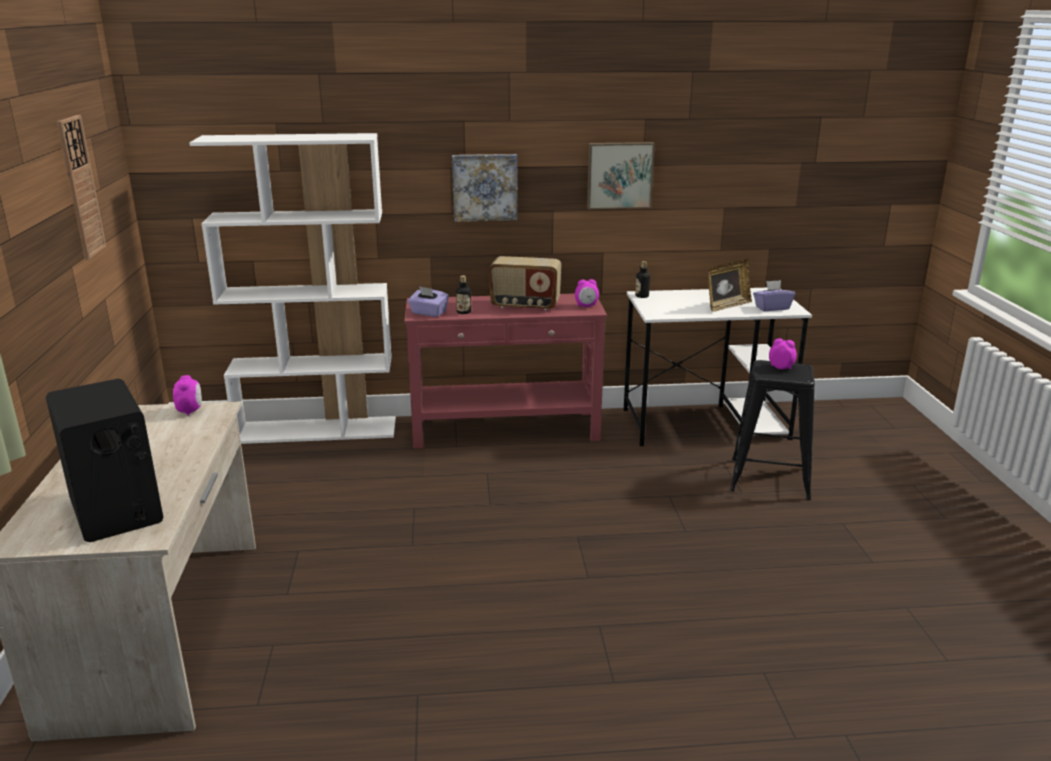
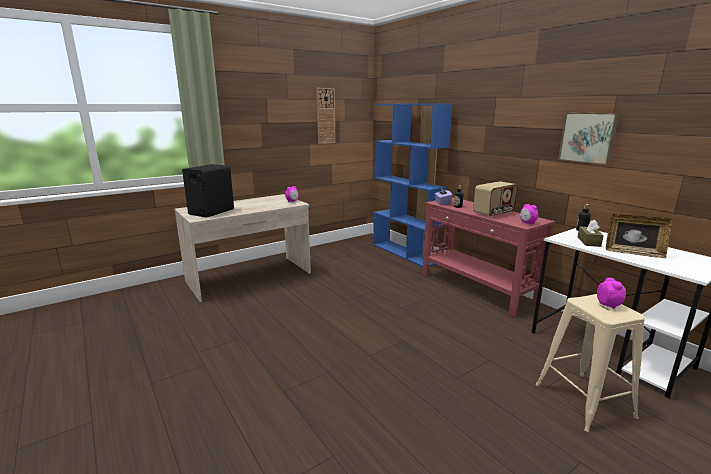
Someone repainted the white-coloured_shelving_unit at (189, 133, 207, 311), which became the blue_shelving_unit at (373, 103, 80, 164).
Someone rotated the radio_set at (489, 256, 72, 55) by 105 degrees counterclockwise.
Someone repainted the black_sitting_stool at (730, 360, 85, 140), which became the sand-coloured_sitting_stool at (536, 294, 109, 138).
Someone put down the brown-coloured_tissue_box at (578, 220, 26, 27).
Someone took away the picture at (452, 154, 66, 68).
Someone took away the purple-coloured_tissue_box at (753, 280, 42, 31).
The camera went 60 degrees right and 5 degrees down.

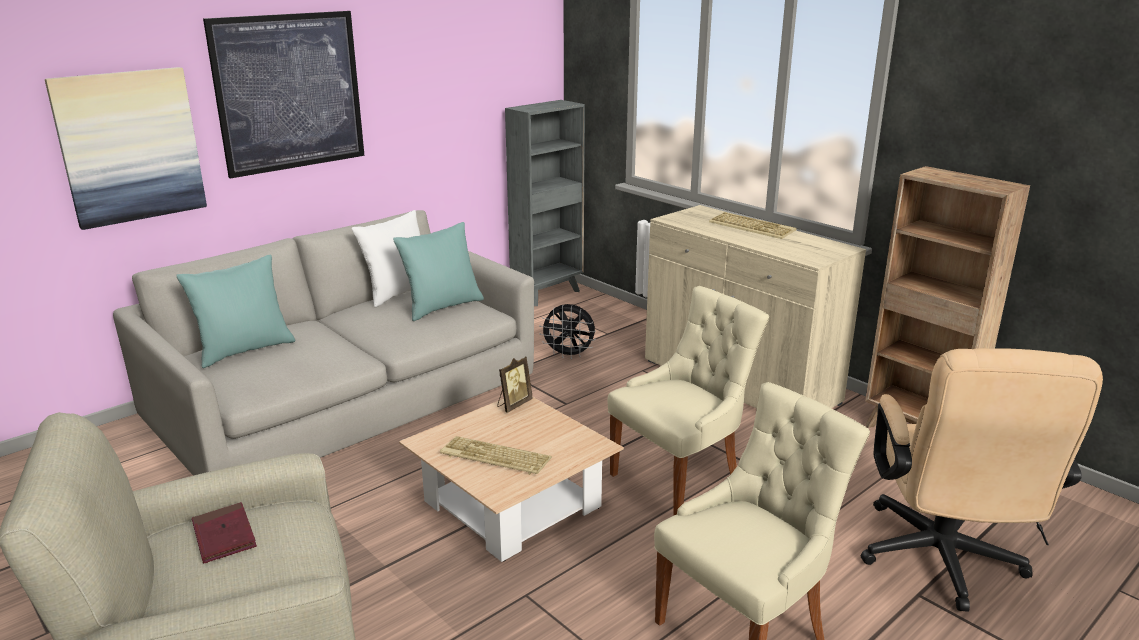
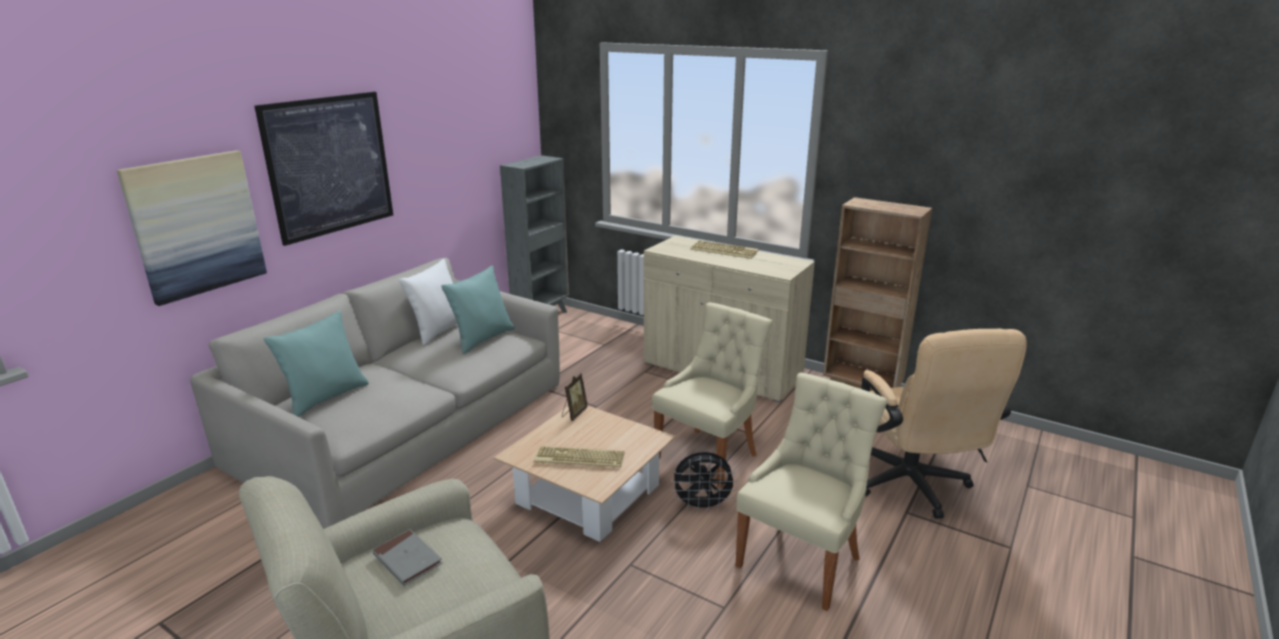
Someone repainted the red_bound_book at (192, 502, 65, 61), which became the greyish_bound_book at (372, 529, 71, 57).
Someone carried the black_electric_fan from (539, 304, 57, 55) to (671, 452, 67, 60).
The camera went 15 degrees left and 0 degrees up.

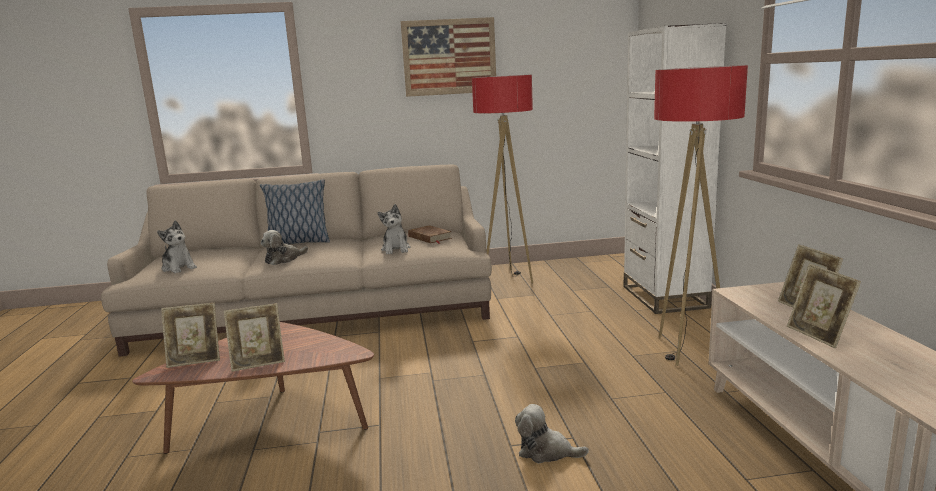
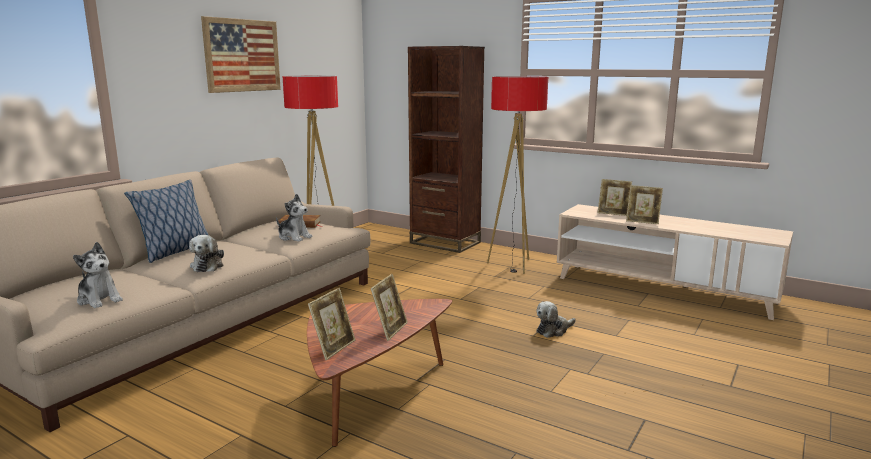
Someone rotated the cuddly_toy at (157, 220, 40, 53) by 45 degrees clockwise.
Someone repainted the white-coloured_shelving_unit at (624, 23, 103, 291), which became the brown-coloured_shelving_unit at (408, 46, 77, 207).
The camera went 50 degrees left and 0 degrees up.

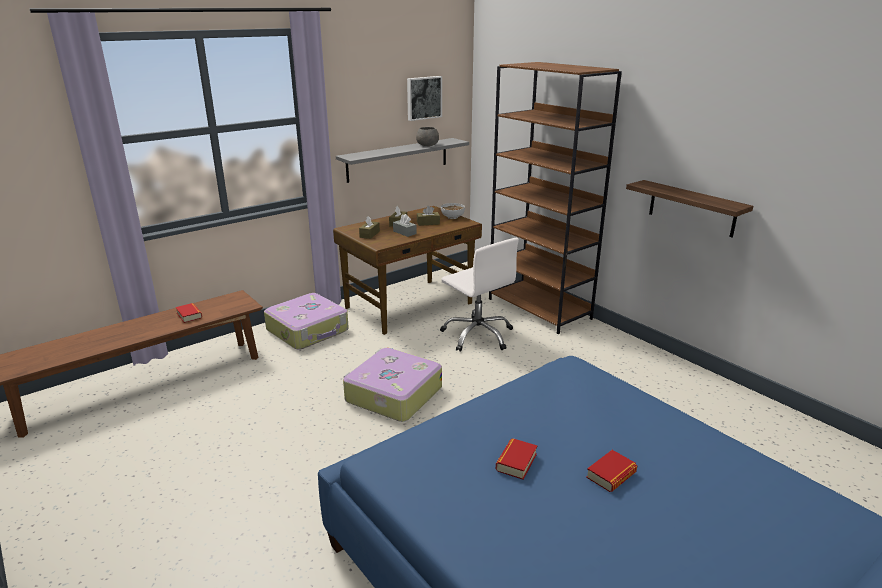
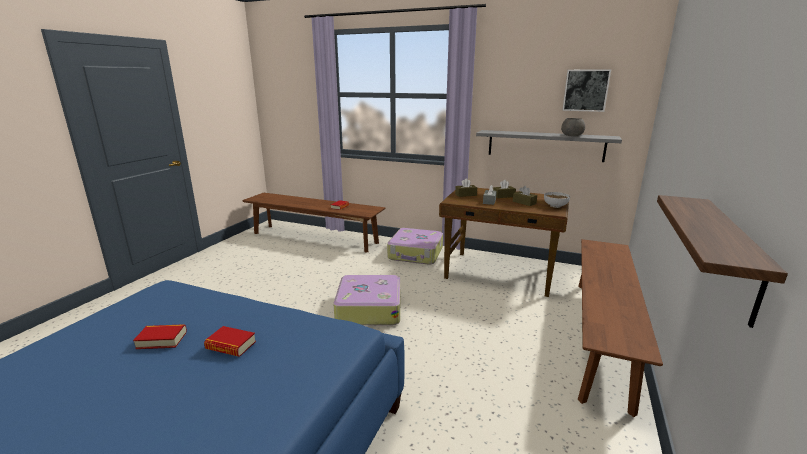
Someone carried the bound_book from (586, 450, 51, 42) to (204, 326, 52, 31).
Someone swapped the brown-coloured_shelving_unit at (489, 62, 133, 272) for the brown-coloured_long_seat at (578, 239, 85, 178).
Someone took away the white-coloured_computer_chair at (440, 238, 79, 114).
The camera went 60 degrees right and 5 degrees down.

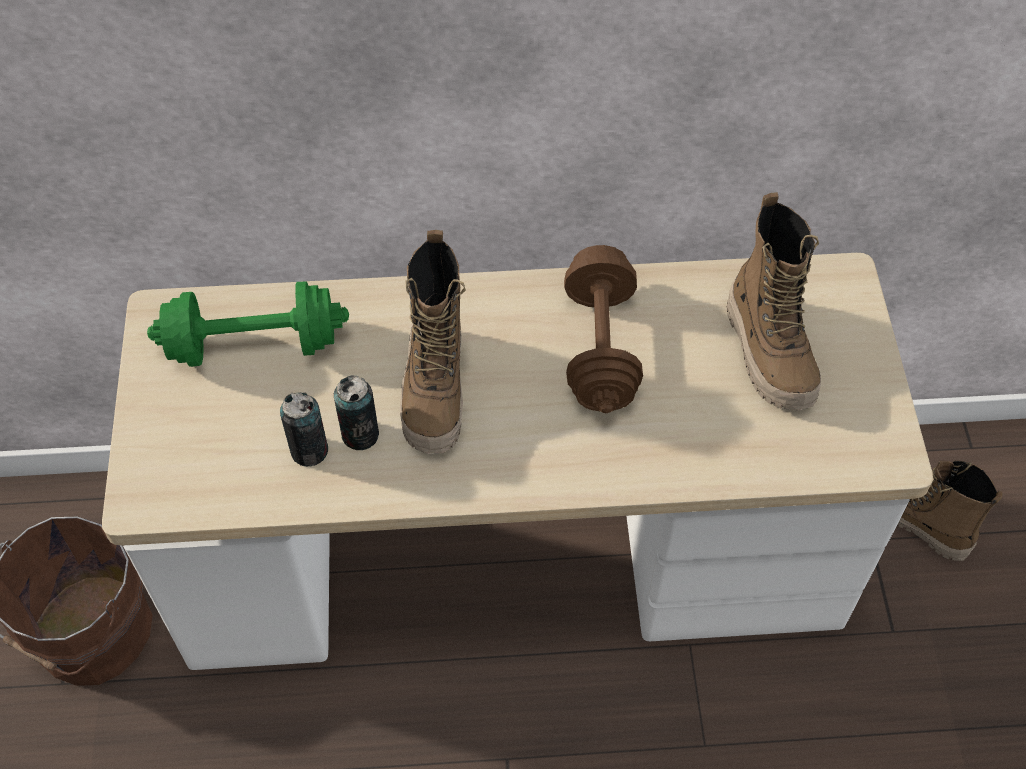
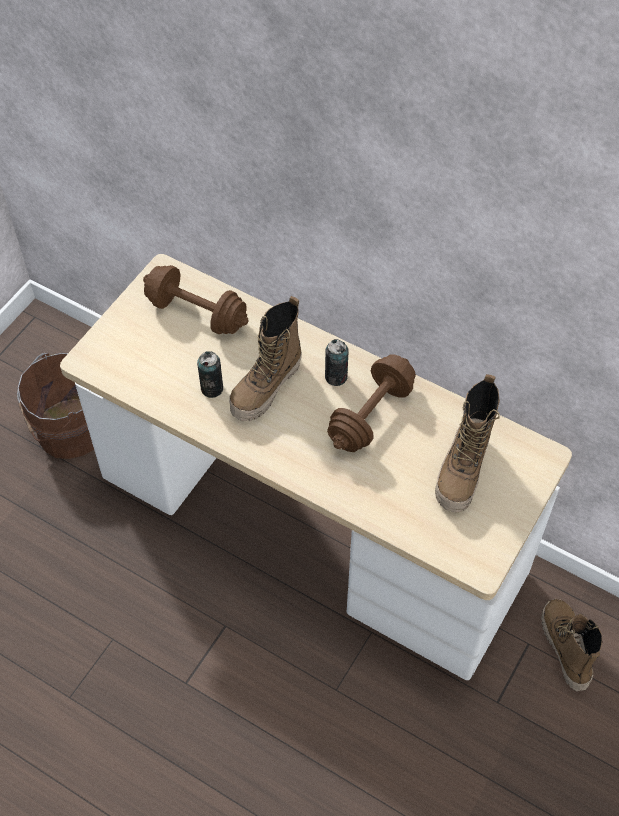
Someone repainted the green_free_weight at (147, 281, 202, 86), which became the brown-coloured_free_weight at (143, 265, 105, 69).
Someone carried the sealed_can from (280, 392, 48, 75) to (325, 339, 24, 47).
The camera went 35 degrees right and 0 degrees up.

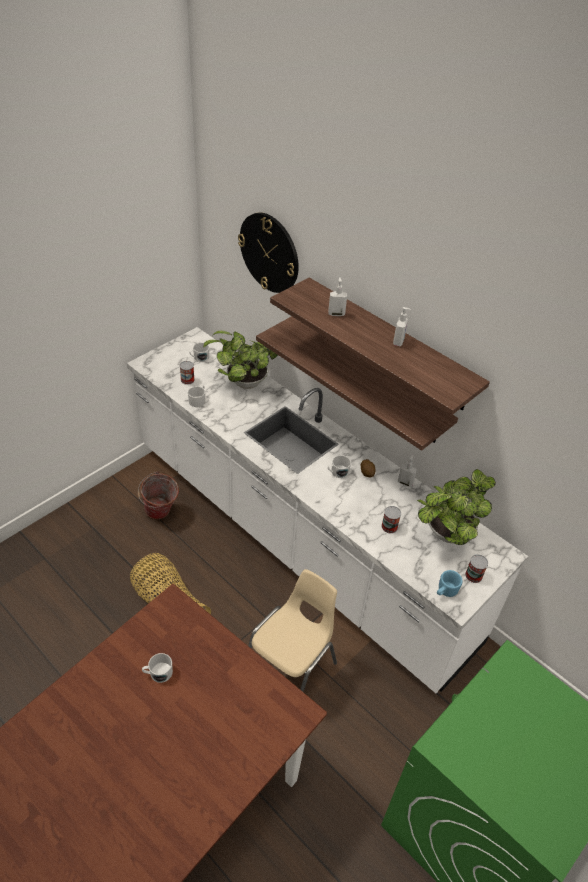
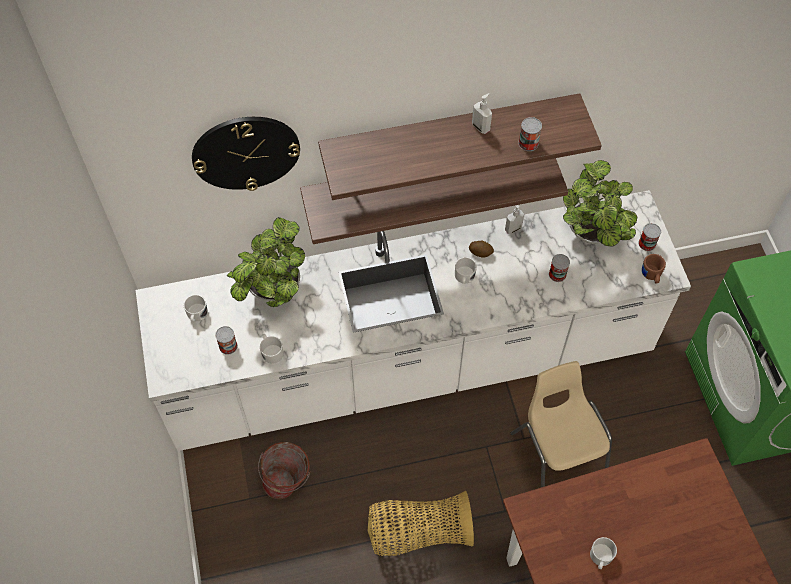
Someone put down the sealed_can at (518, 117, 24, 34).
Someone repainted the blue_coffee_mug at (437, 570, 26, 27), which became the brown-coloured_coffee_mug at (642, 254, 24, 30).
Someone took away the soap_dispenser at (328, 278, 19, 38).
The camera went 55 degrees left and 15 degrees up.

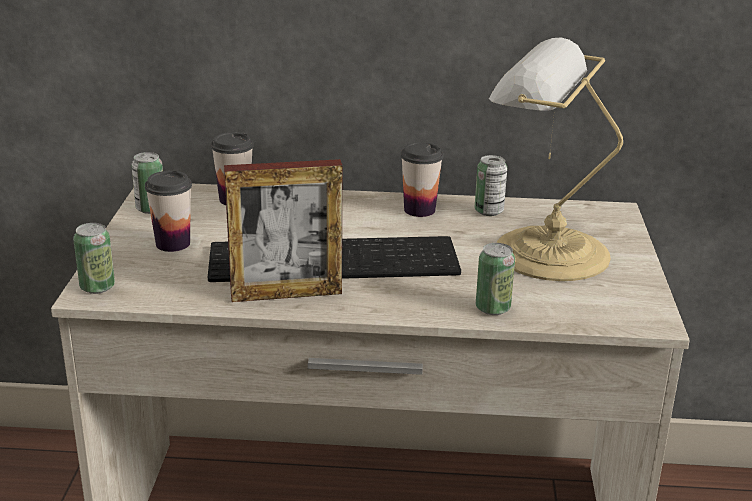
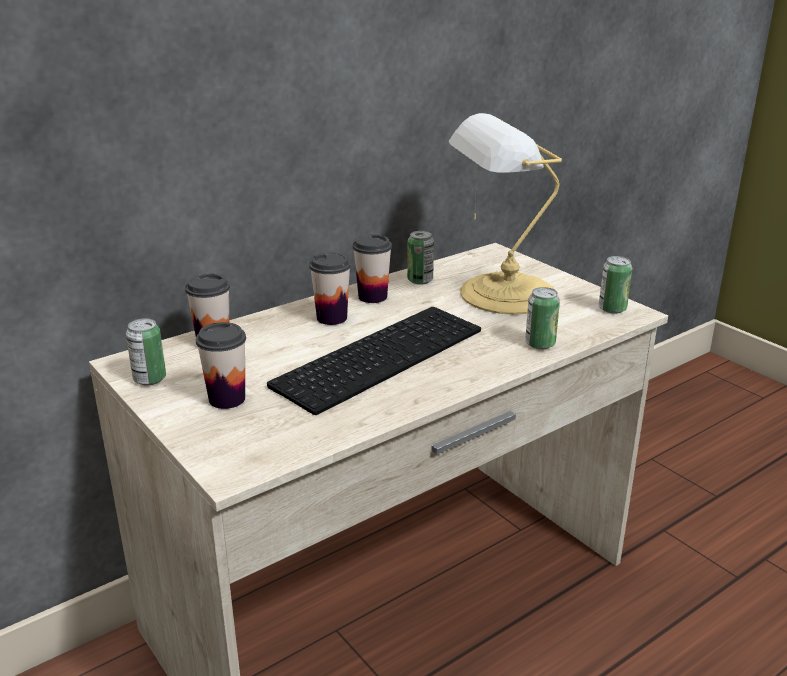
Someone put down the small_cup at (309, 252, 42, 73).
Someone carried the sealed_can from (73, 223, 42, 71) to (599, 256, 33, 58).
Someone took away the photo_frame at (224, 159, 118, 143).
The camera went 40 degrees left and 0 degrees up.

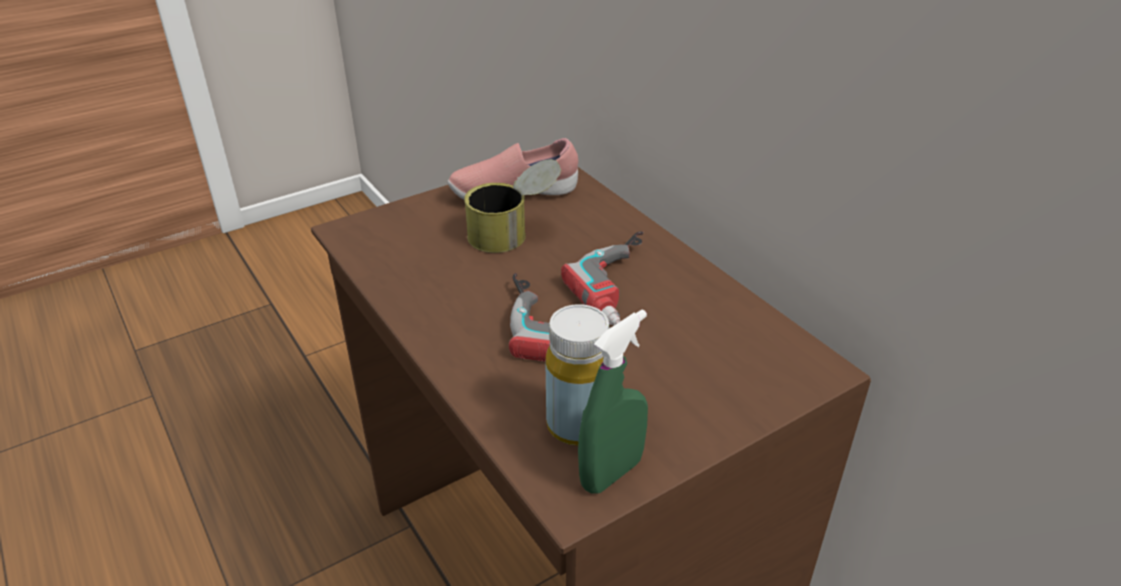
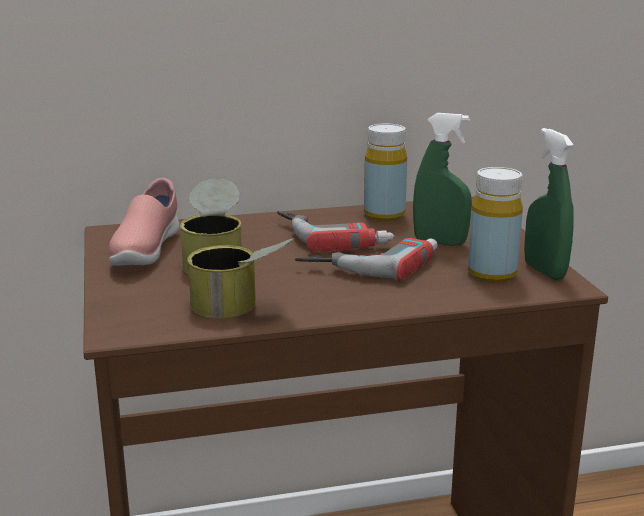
Someone put down the sealed_can at (187, 238, 107, 80).
Someone put down the yellow-coloured_bottle at (364, 124, 43, 97).
Someone put down the green_sprayer at (413, 113, 59, 133).
The camera went 70 degrees left and 15 degrees down.

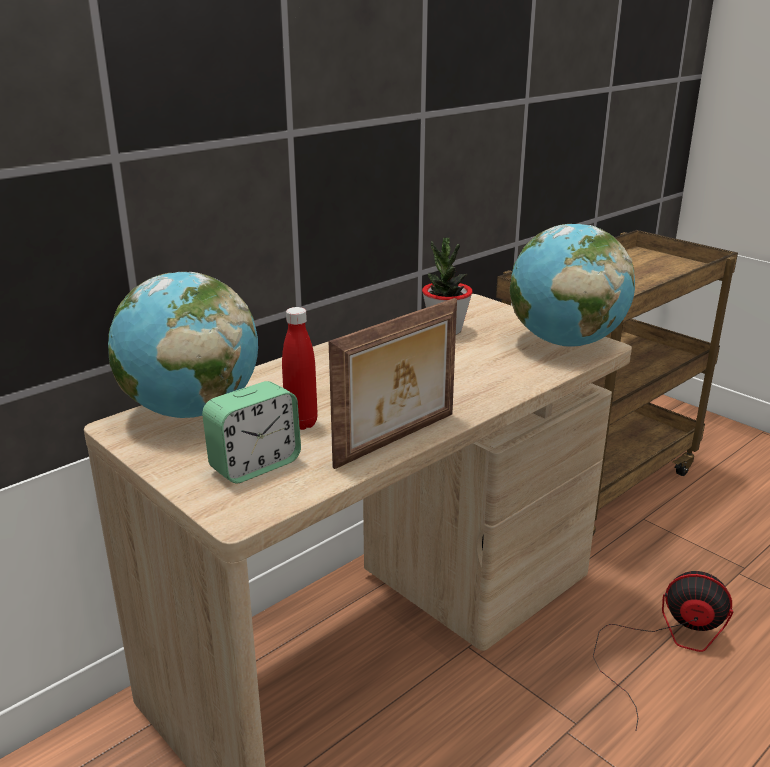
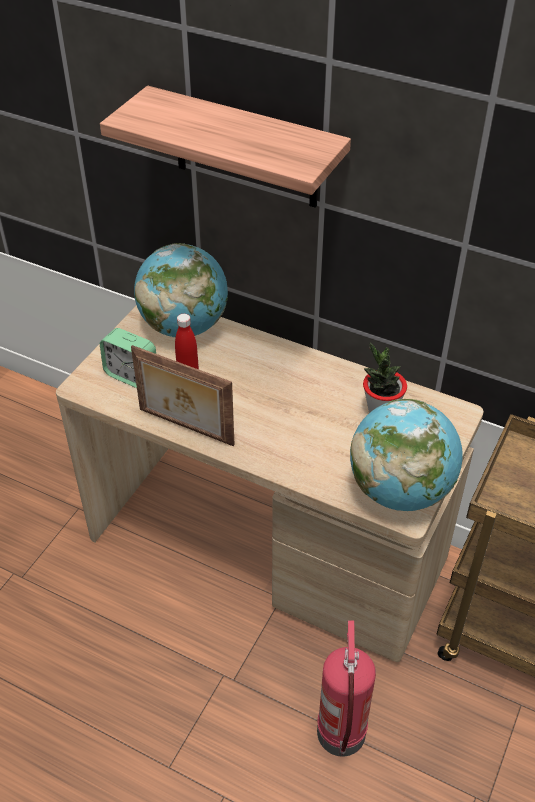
Someone put up the shelf at (100, 86, 251, 122).
Someone swapped the electric_fan at (593, 571, 140, 159) for the fire_extinguisher at (317, 620, 59, 136).
The camera went 70 degrees right and 20 degrees up.

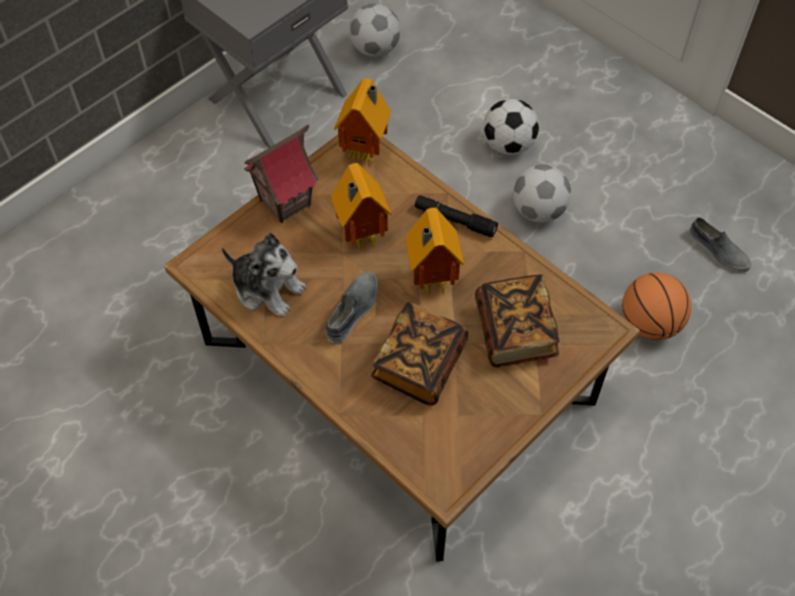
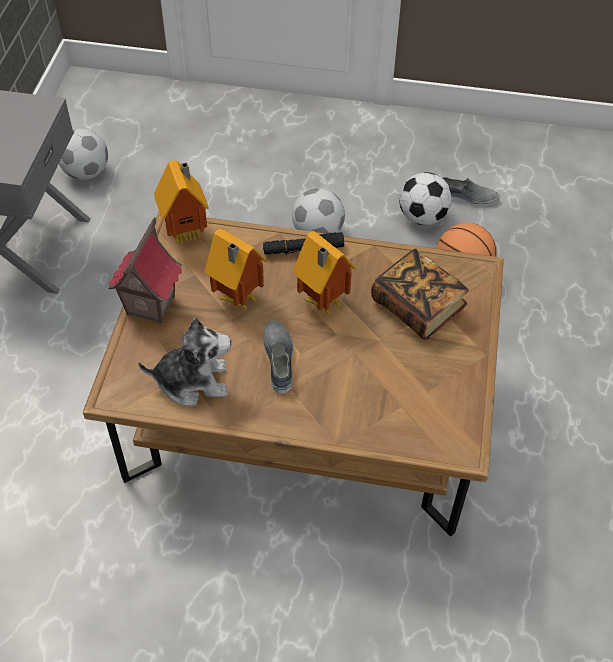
Someone carried the football_ball from (483, 99, 56, 56) to (399, 172, 53, 53).
Someone took away the bound_book at (371, 302, 97, 103).
The camera went 35 degrees left and 5 degrees down.

